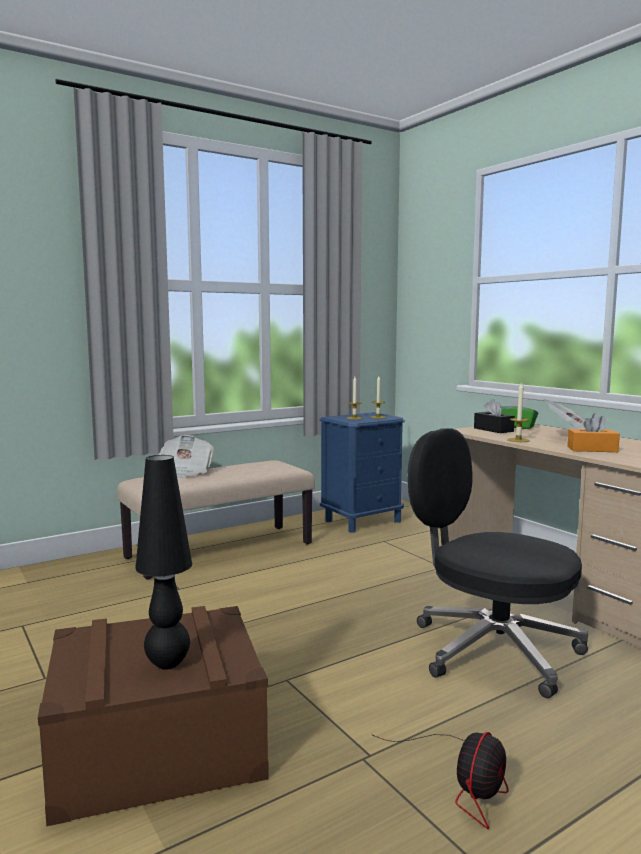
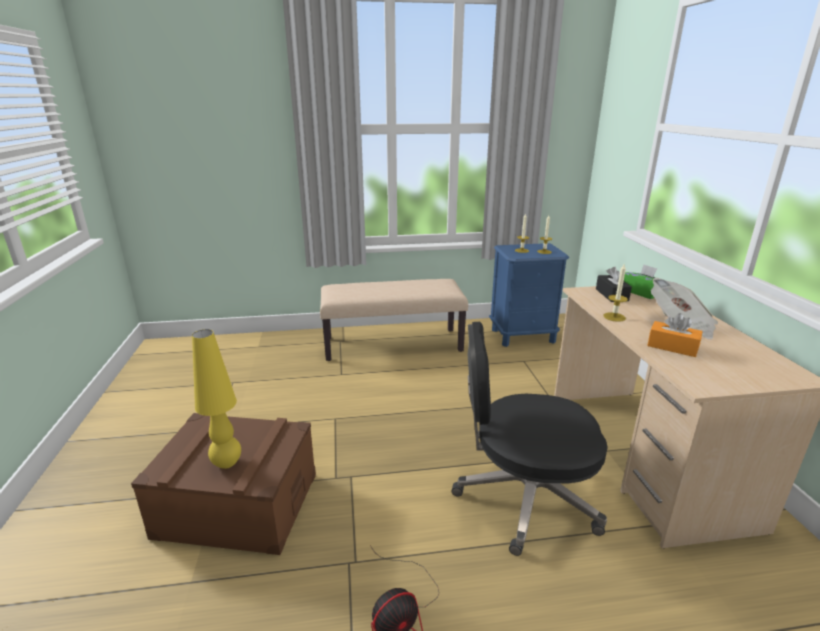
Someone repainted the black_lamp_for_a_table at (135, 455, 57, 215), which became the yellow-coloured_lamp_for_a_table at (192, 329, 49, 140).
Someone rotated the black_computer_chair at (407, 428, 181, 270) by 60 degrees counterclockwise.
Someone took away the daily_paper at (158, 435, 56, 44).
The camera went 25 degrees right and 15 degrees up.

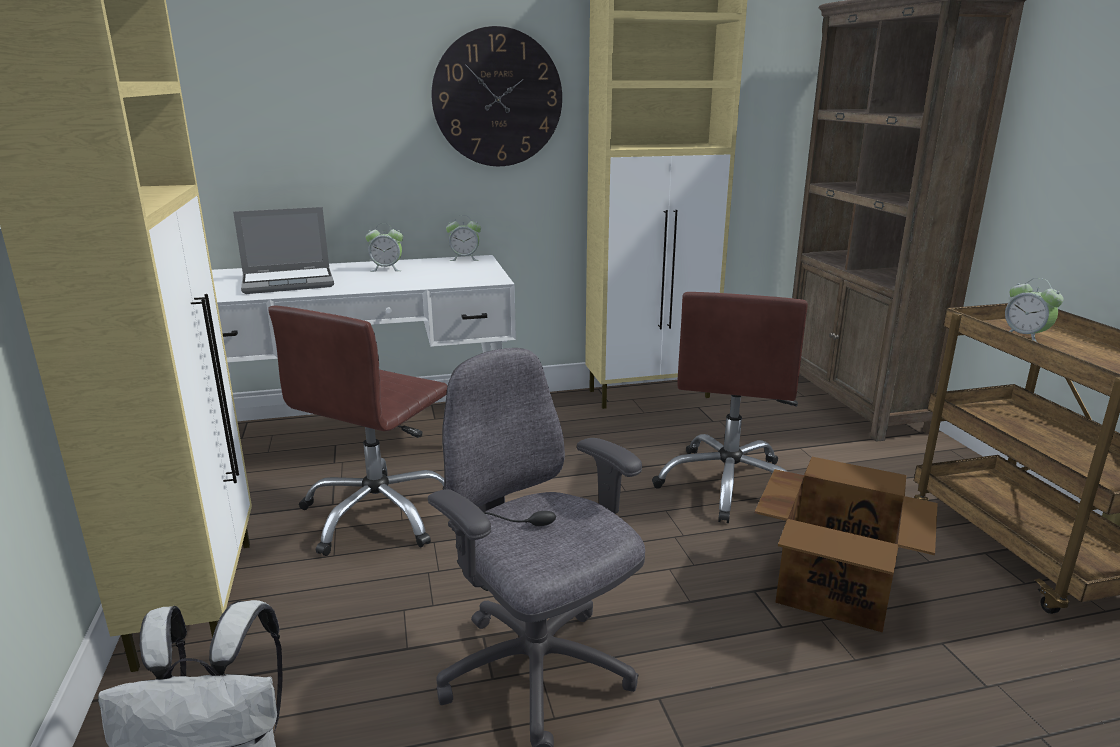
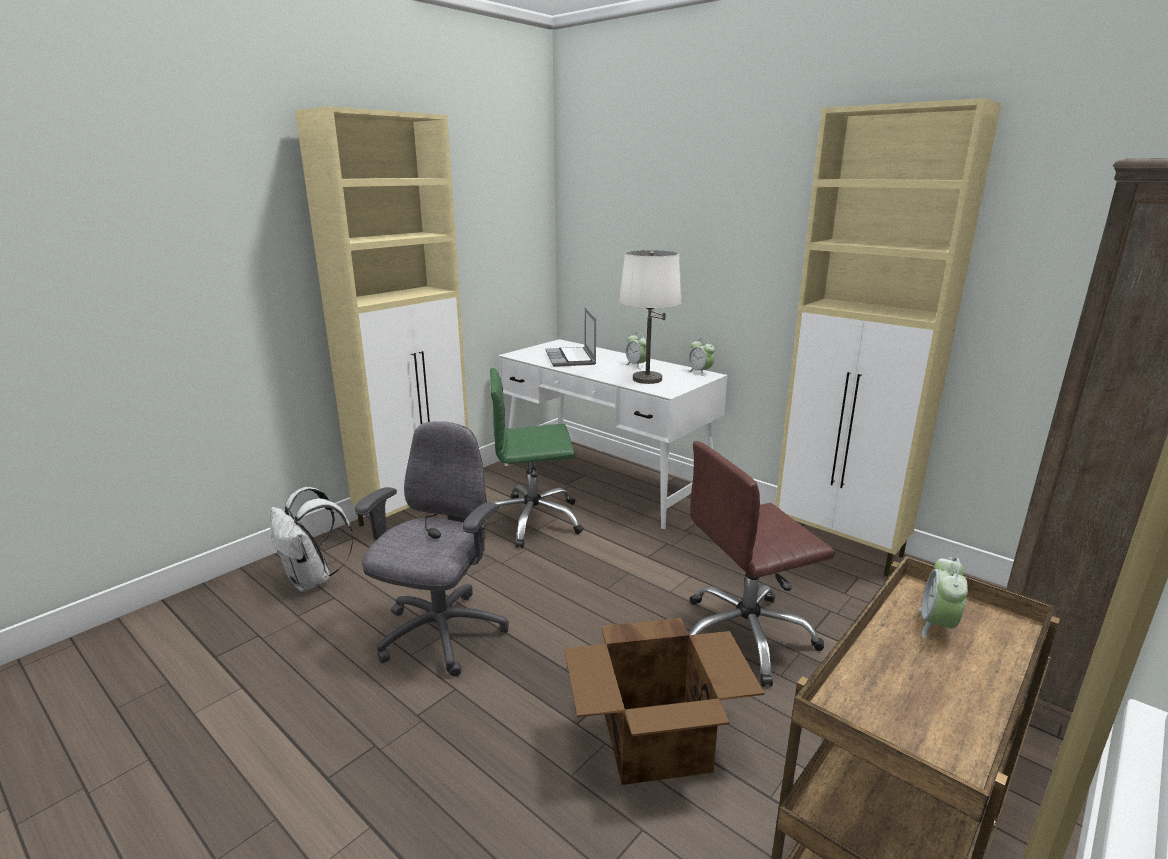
Someone repainted the brown-coloured_computer_chair at (268, 306, 180, 250), which became the green_computer_chair at (490, 368, 94, 180).
Someone rotated the laptop at (233, 207, 101, 87) by 45 degrees clockwise.
Someone put down the white-coloured_lamp_for_a_table at (619, 250, 63, 134).
Someone took away the hanging_clock at (431, 26, 131, 140).
The camera went 55 degrees right and 0 degrees up.

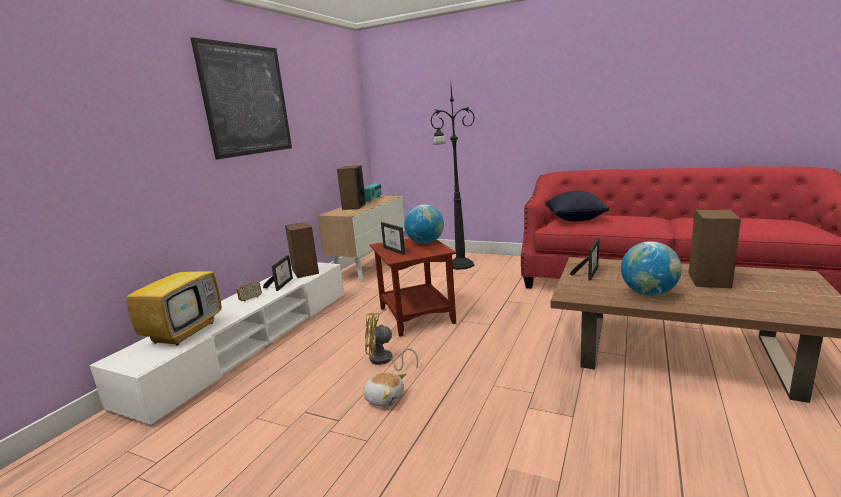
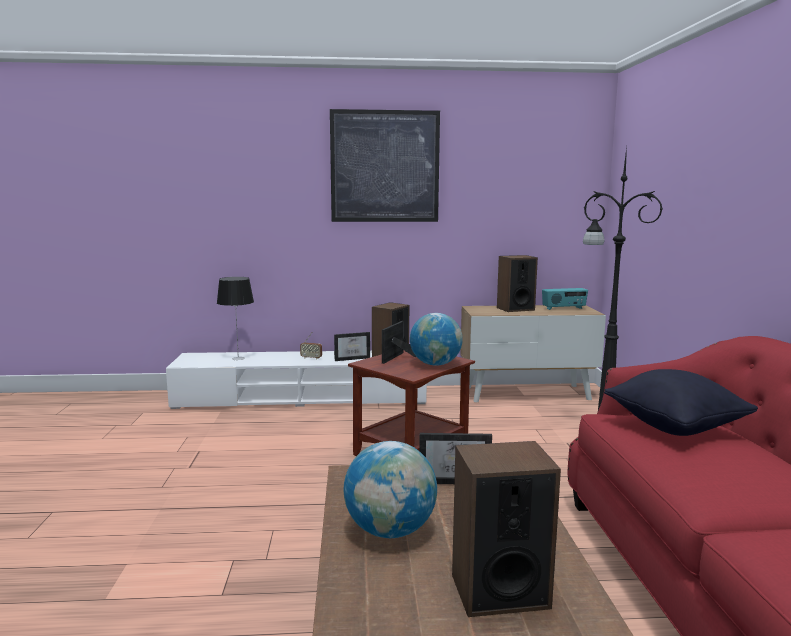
Someone swapped the TV at (126, 237, 96, 109) for the lamp_for_a_table at (217, 277, 37, 83).
Someone took away the cuddly_toy at (362, 372, 44, 35).
Someone took away the yellow-coloured_electric_fan at (365, 313, 53, 58).
The camera went 60 degrees right and 5 degrees down.

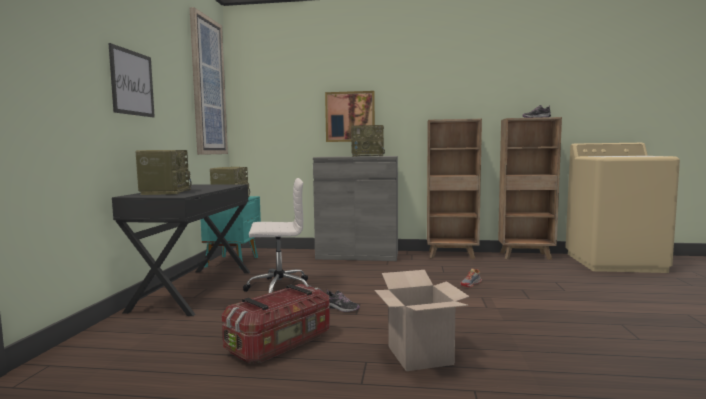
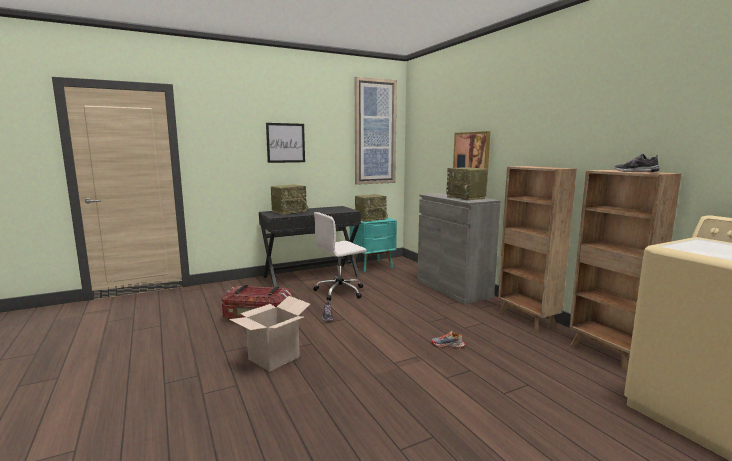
Someone rotated the white-coloured_computer_chair at (243, 178, 65, 115) by 105 degrees clockwise.
The camera went 55 degrees right and 5 degrees up.

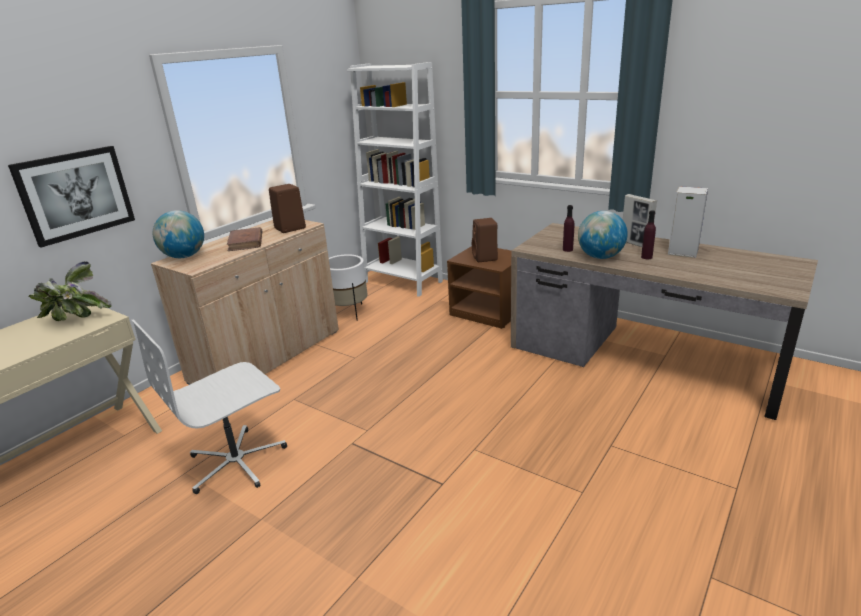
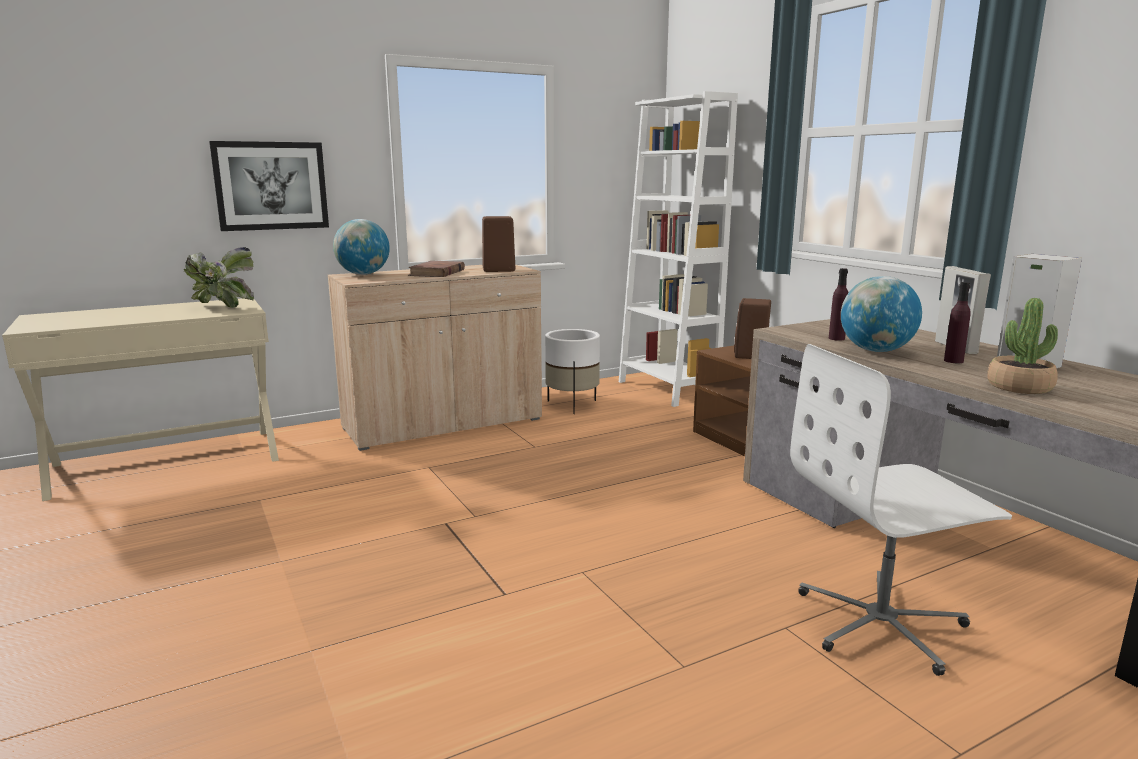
Someone carried the white-coloured_computer_chair from (132, 319, 155, 175) to (790, 344, 222, 332).
Someone put down the houseplant at (987, 298, 71, 96).
The camera went 25 degrees right and 10 degrees down.

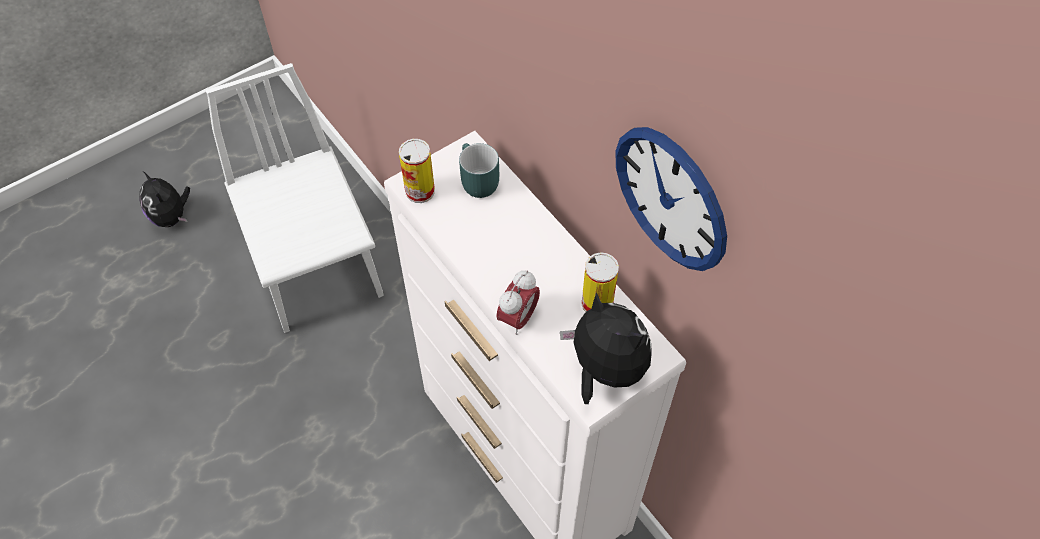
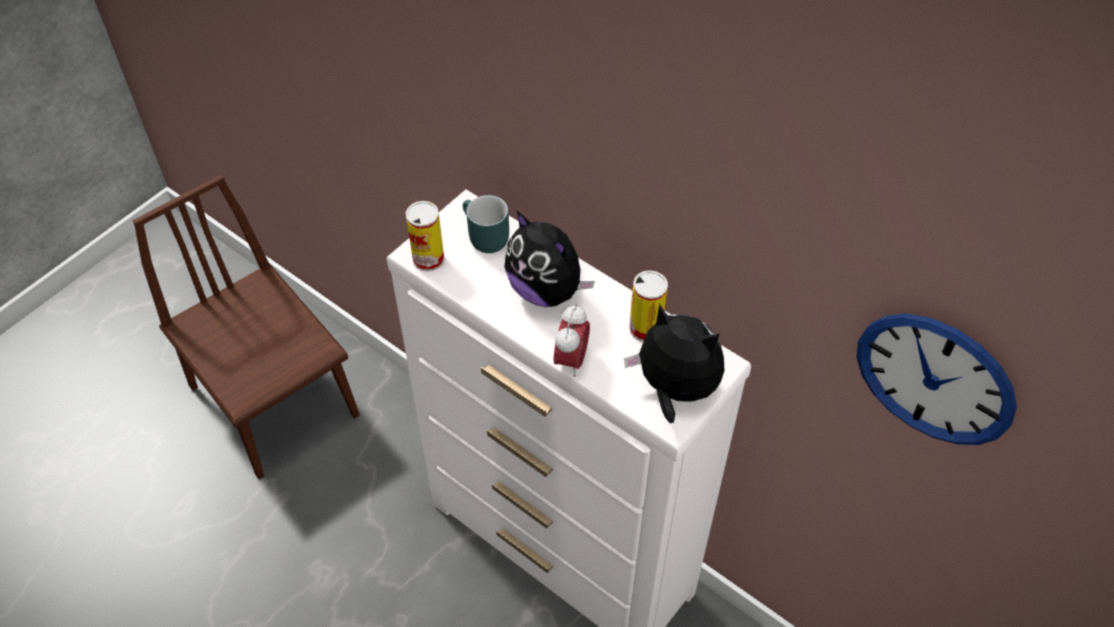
Someone repainted the white-coloured_upright_chair at (206, 63, 178, 270), which became the brown-coloured_upright_chair at (133, 175, 226, 305).
Someone carried the cuddly_toy from (139, 171, 51, 56) to (504, 210, 91, 97).
Someone carried the hanging_clock from (615, 127, 112, 144) to (856, 314, 161, 131).
The camera went 15 degrees left and 5 degrees down.

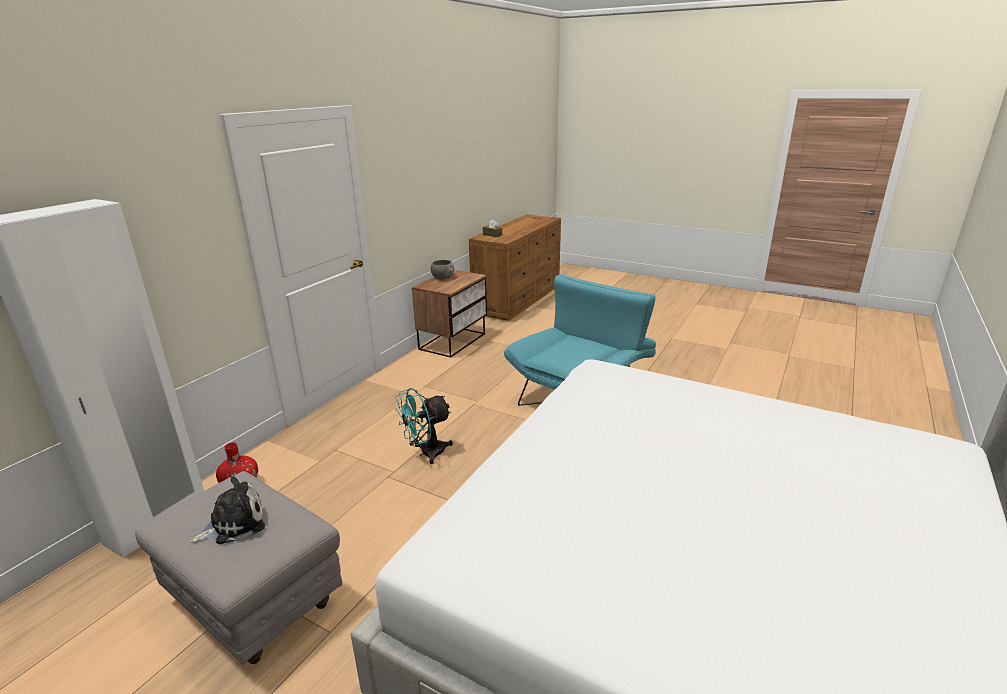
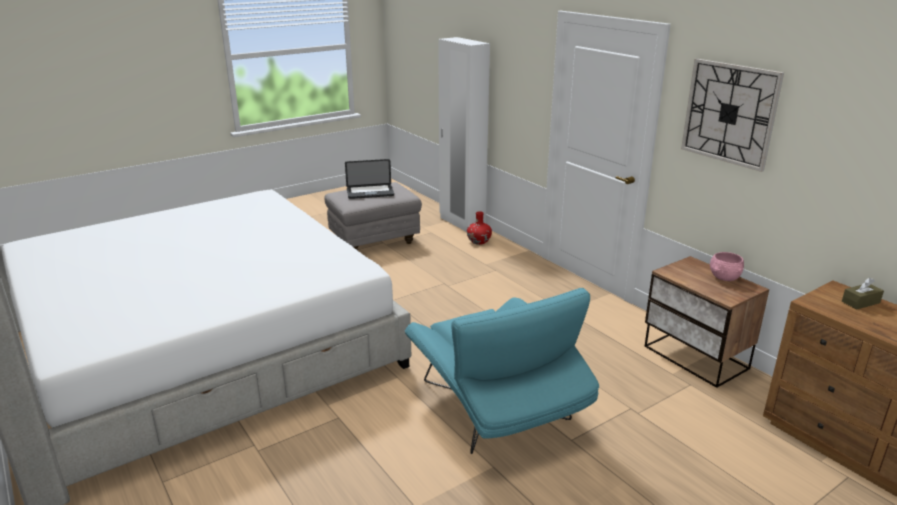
Someone swapped the cuddly_toy at (190, 476, 75, 68) for the laptop at (345, 159, 49, 40).
Someone put up the hanging_clock at (681, 59, 103, 113).
Someone repainted the greyish_deep_dish at (431, 260, 23, 19), which became the pink_deep_dish at (710, 252, 34, 29).
Someone took away the turquoise-coloured_electric_fan at (395, 388, 58, 76).
The camera went 115 degrees right and 0 degrees up.

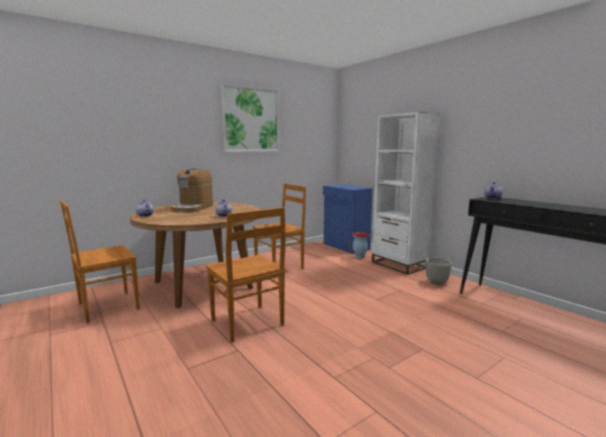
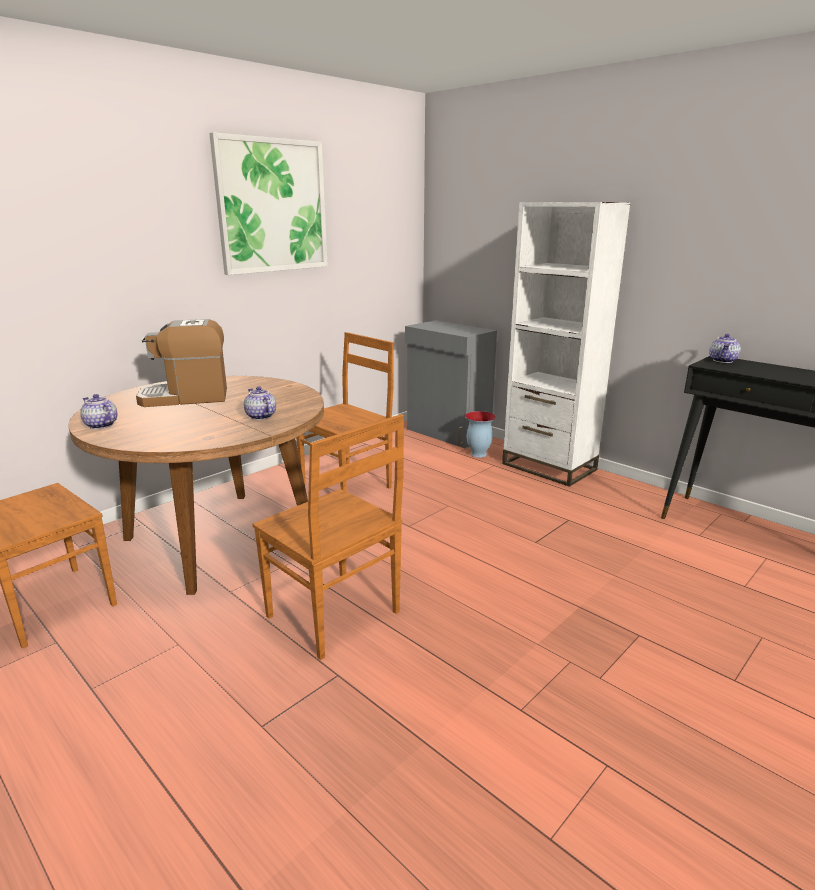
Someone rotated the coffee_machine at (171, 168, 42, 45) by 75 degrees clockwise.
Someone repainted the blue_storage_cabinet at (323, 184, 50, 70), which became the greyish_storage_cabinet at (405, 320, 92, 128).
Someone took away the greyish_flower_pot at (426, 258, 26, 27).
The camera went 10 degrees left and 10 degrees up.

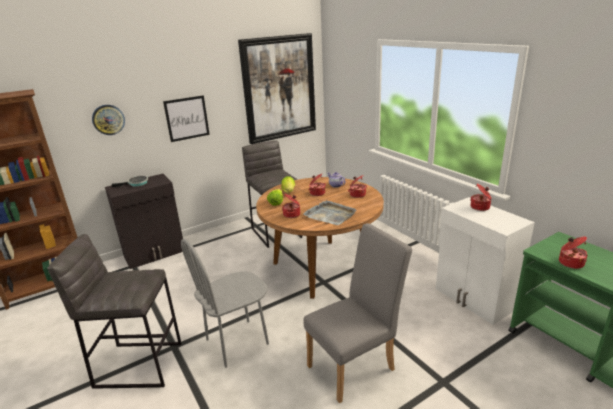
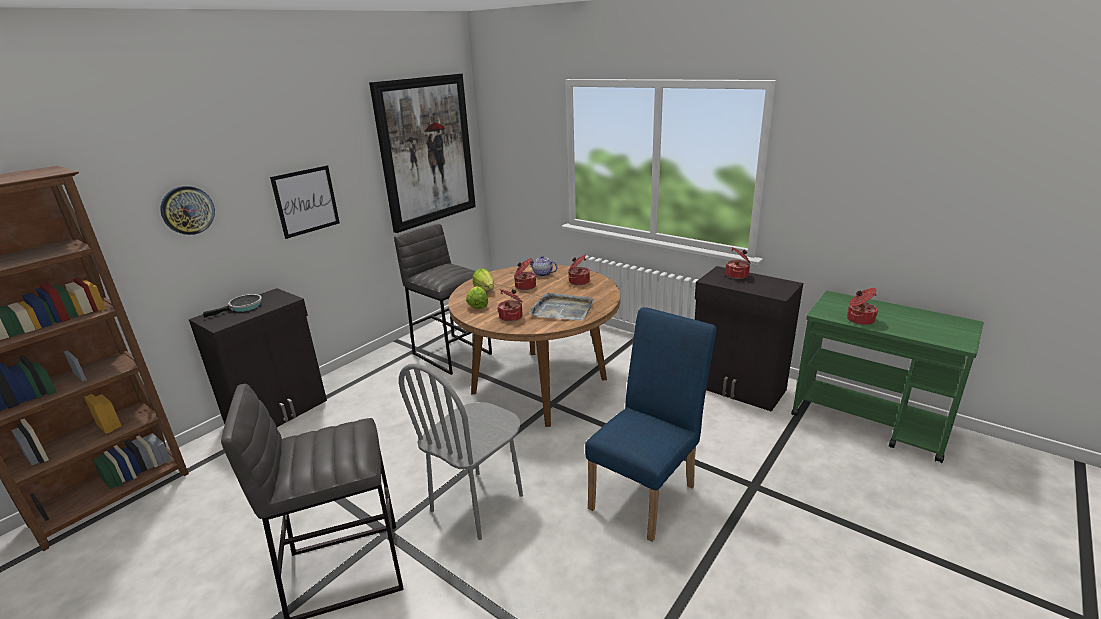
Someone repainted the greyish_upright_chair at (303, 223, 109, 180), which became the blue_upright_chair at (585, 307, 131, 235).
Someone repainted the white-coloured_storage_cabinet at (436, 197, 99, 128), which became the black_storage_cabinet at (695, 266, 108, 146).
The camera went 20 degrees left and 0 degrees up.

